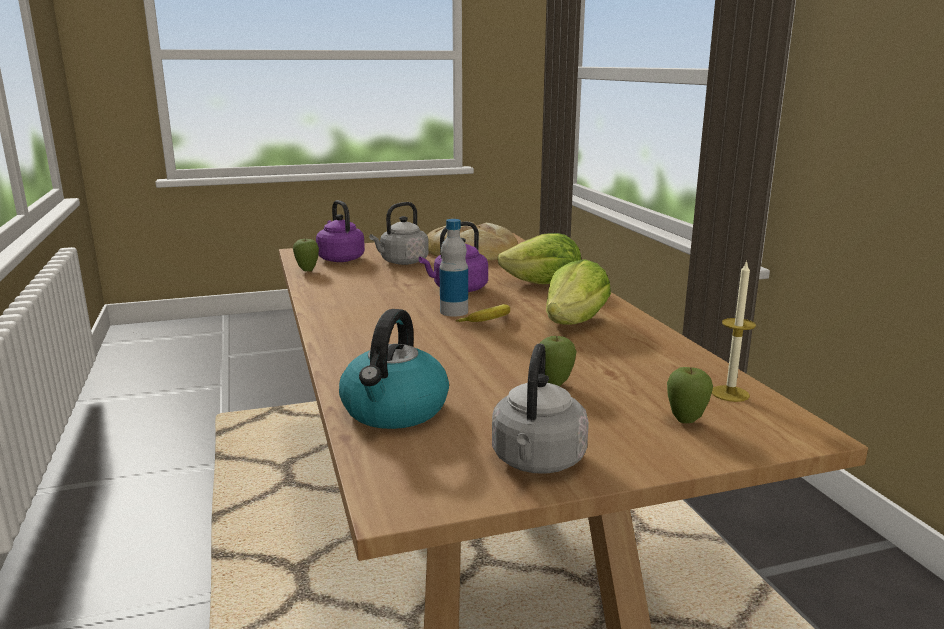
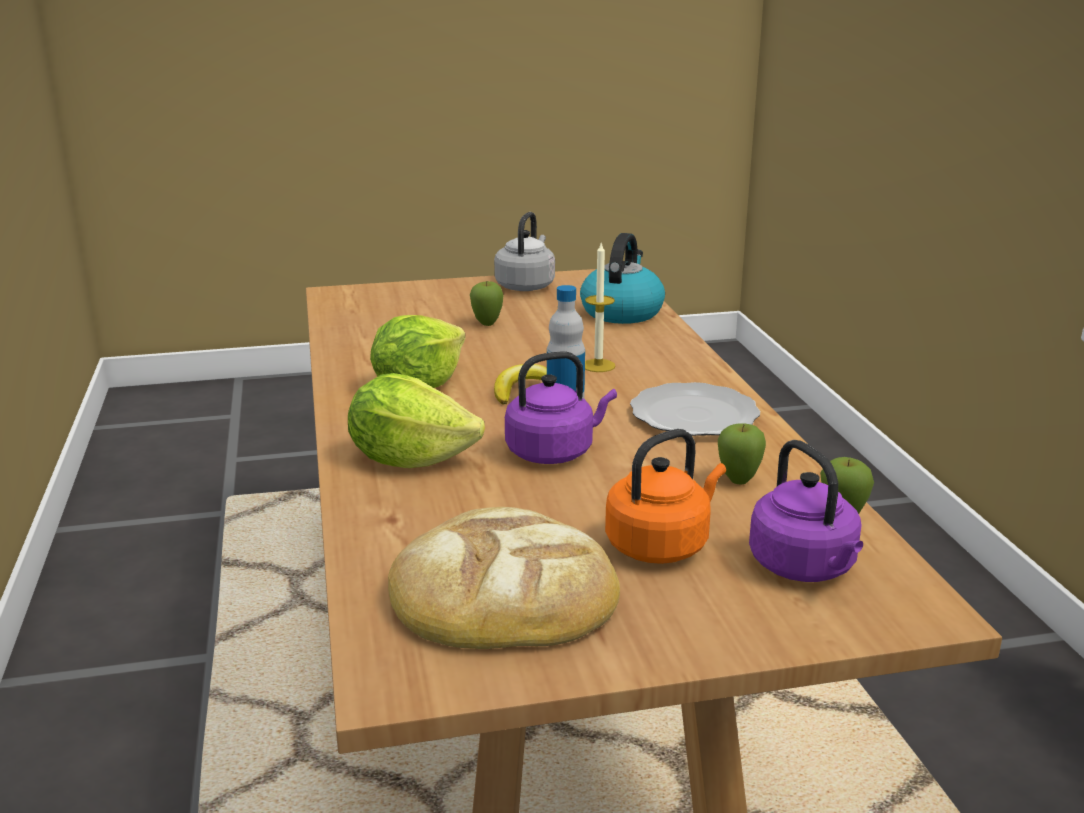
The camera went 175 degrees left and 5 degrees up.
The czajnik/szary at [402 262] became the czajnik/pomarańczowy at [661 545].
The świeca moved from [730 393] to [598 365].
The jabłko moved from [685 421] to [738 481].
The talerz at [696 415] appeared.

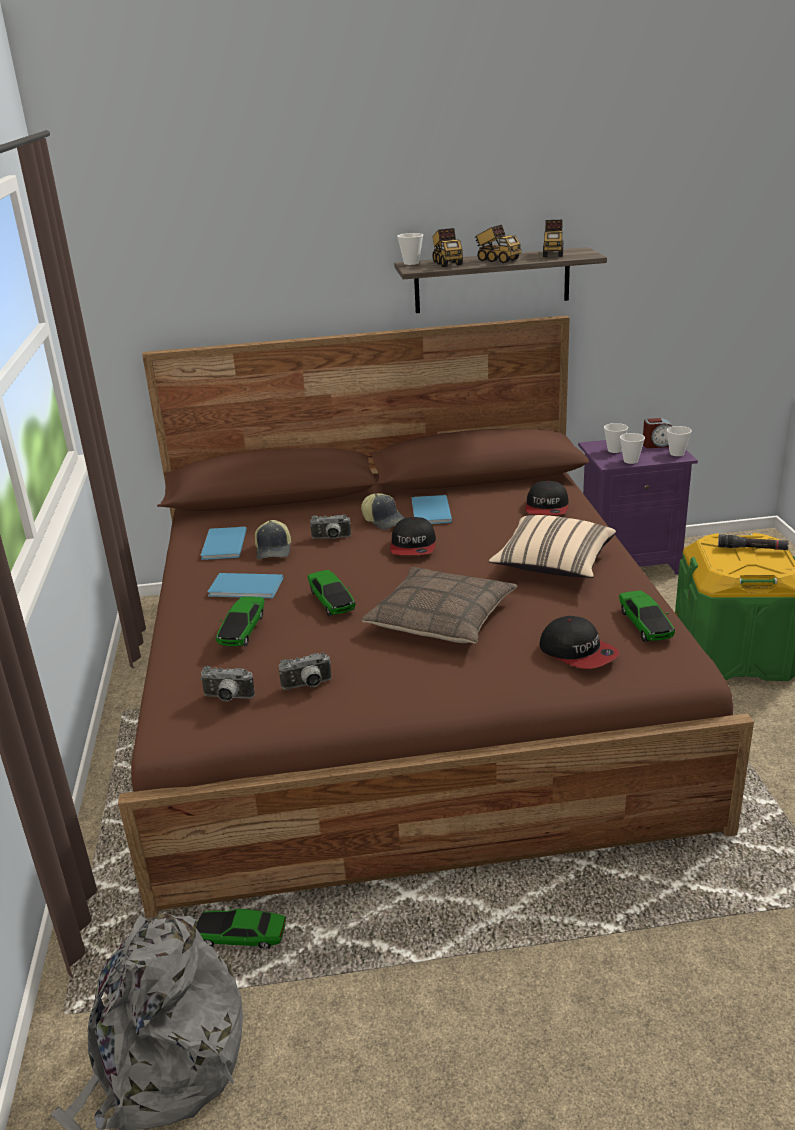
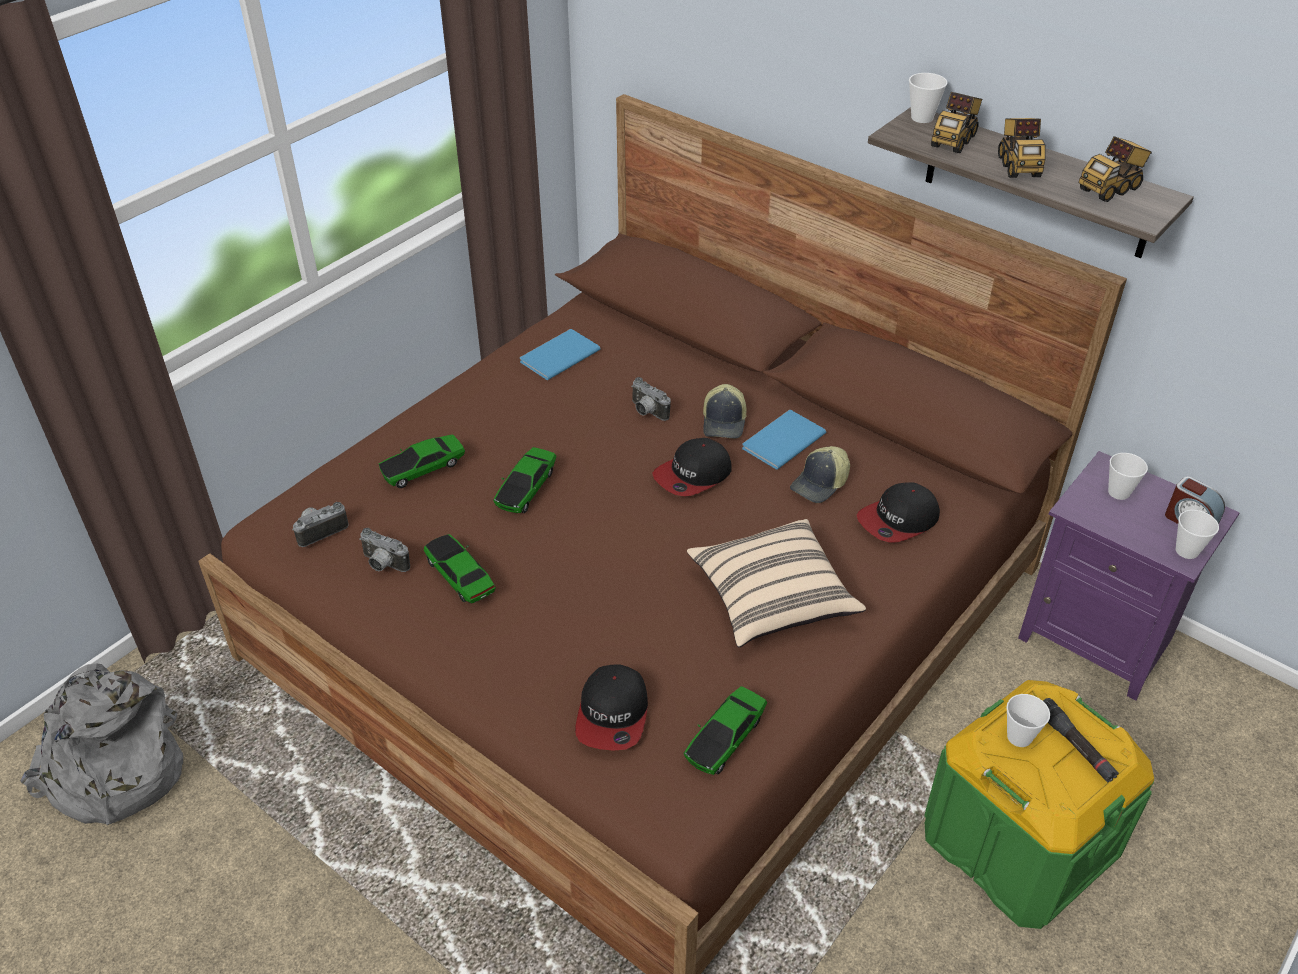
The camera went 45 degrees right and 15 degrees up.
The filiżanka moved from [630 461] to [1019 737].
The czapka z daszkiem moved from [274 550] to [821 484].
The poduszka at [441 618] disappeared.
The książka/niebieski at [247 588] disappeared.
The aparat fotograficzny at [227 698] turned 90 degrees clockwise.
The samochodzik moved from [242 936] to [460 577].

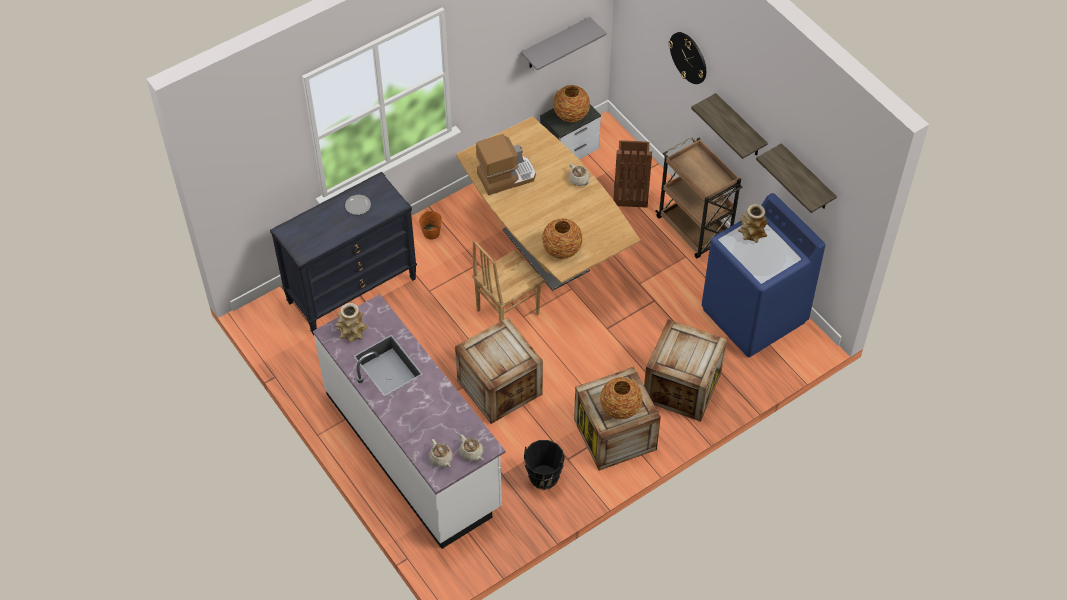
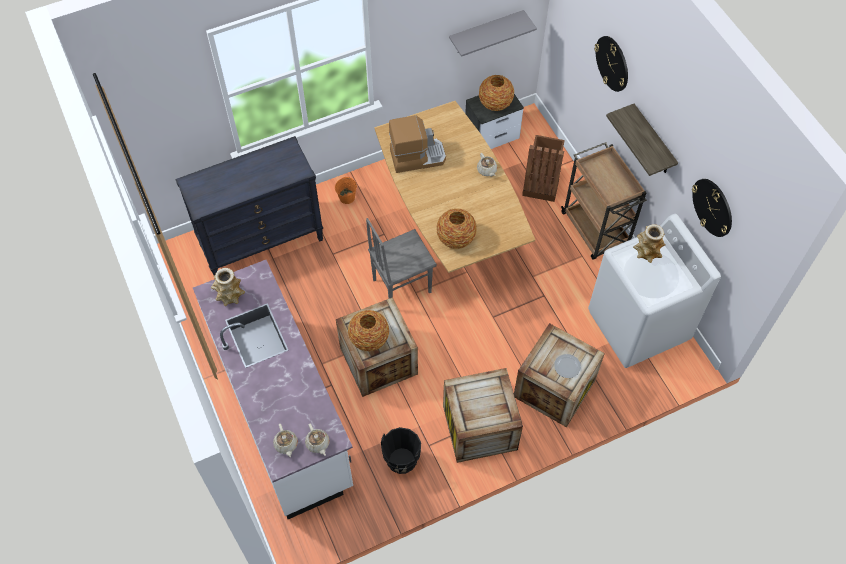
The camera went 10 degrees right and 5 degrees up.
The półka at [806 179] was replaced by the zegar ścienny at [712 207].
The pralka/niebieski at [754 316] became the pralka/biały at [638 326].
The talerz moved from [357 205] to [567 366].
The krzesło/brązowy at [507 312] became the krzesło/szary at [401 285].
The wazon moved from [620 408] to [369 339].

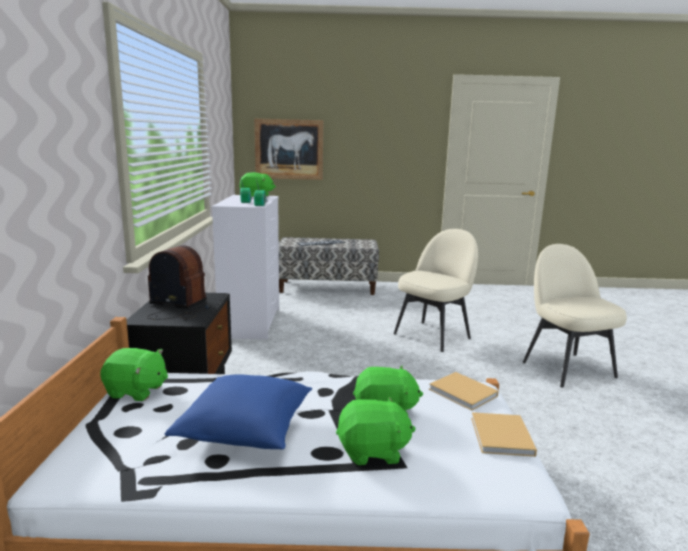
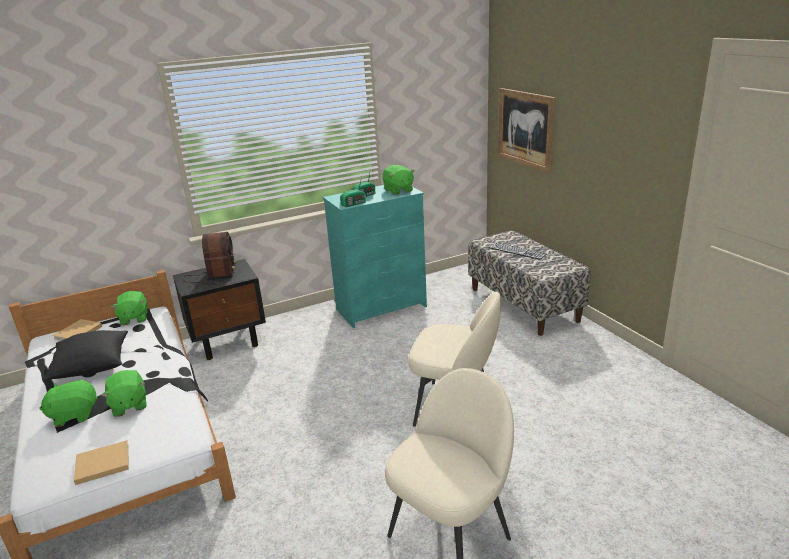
The camera went 65 degrees right and 10 degrees up.
The komoda/biały at [251 322] became the komoda/turkusowy at [382 307].
The książka/beżowy moved from [464 393] to [77 333].
The poduszka/niebieski at [246 431] became the poduszka/czarny at [92 366].
The pluszak/zielony at [373 451] turned 105 degrees clockwise.

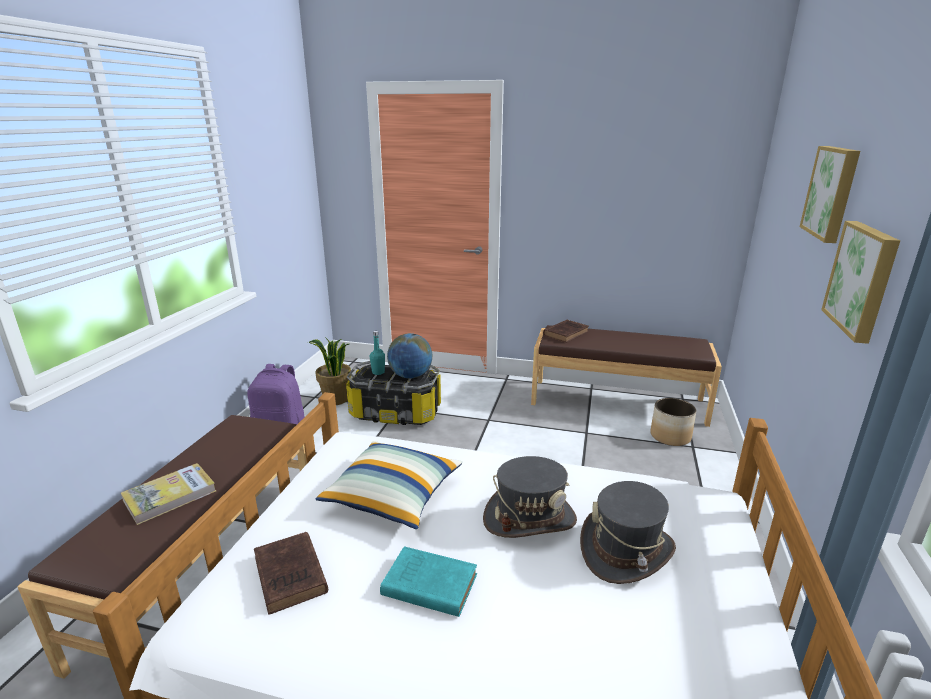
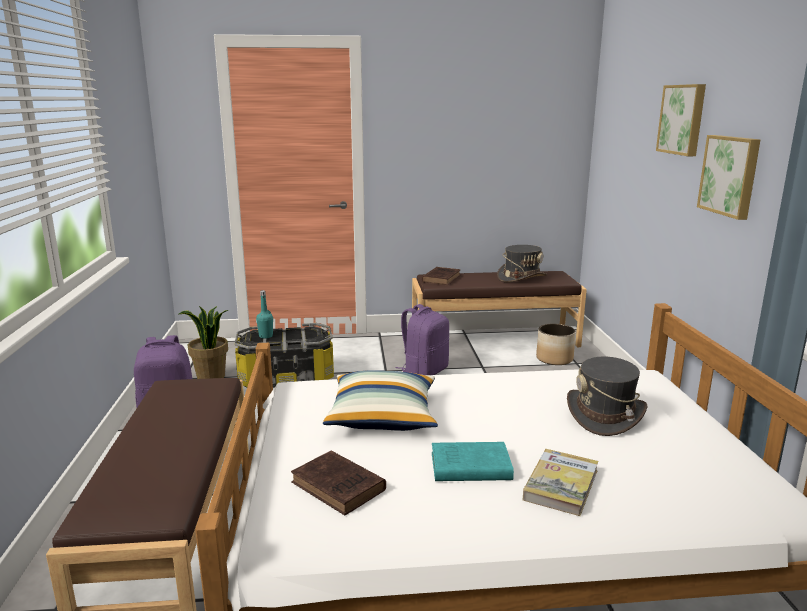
The camera went 20 degrees left and 5 degrees down.
The globus at [410 376] disappeared.
The kapelusz/szary moved from [529 518] to [521 278].
The książka moved from [170 496] to [561 485].
The plecak/fioletowy at [424 372] appeared.

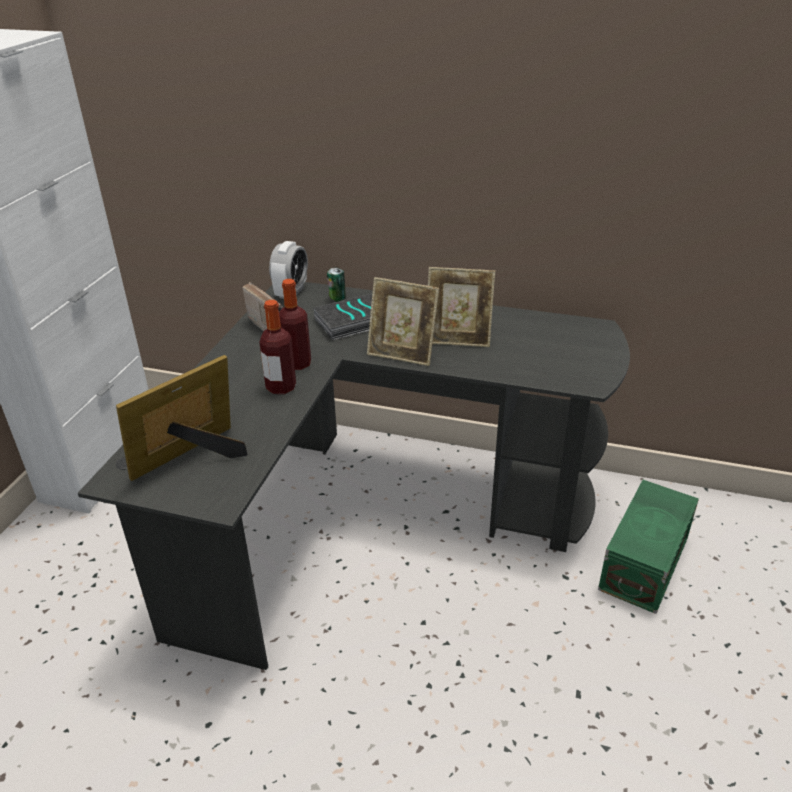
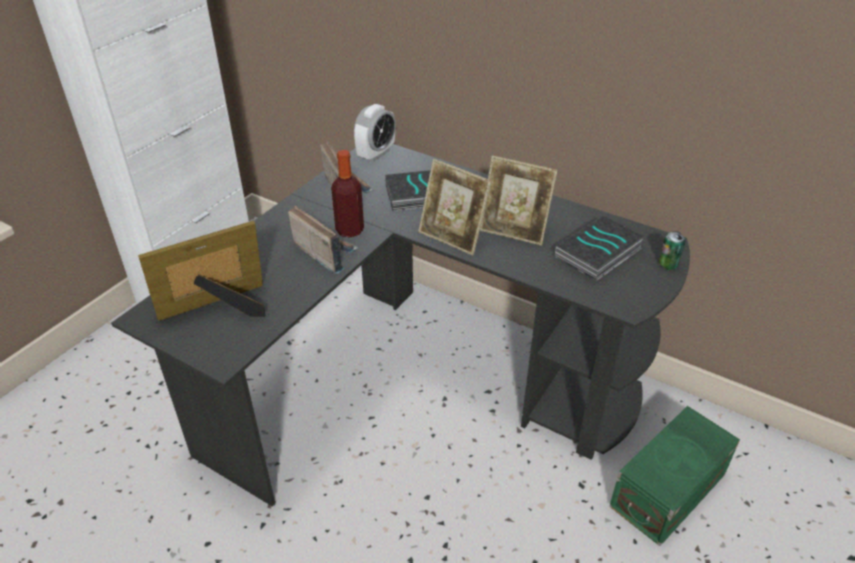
The camera went 15 degrees right and 5 degrees up.
The puszka moved from [337 298] to [667 265].
The butelka at [281 387] was replaced by the radio at [325 252].
The książka at [599 254] appeared.

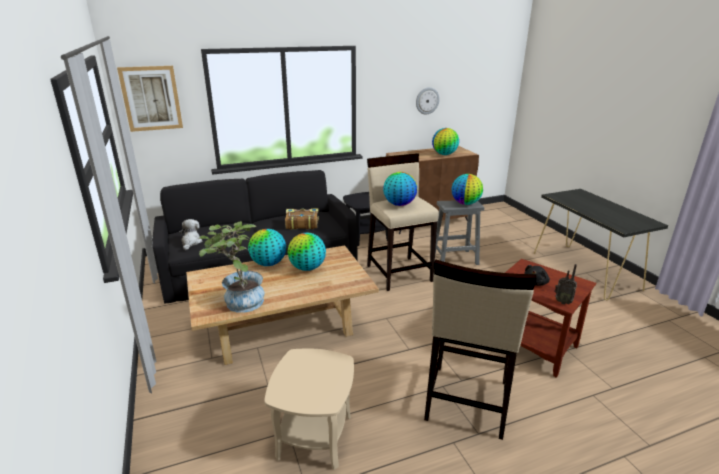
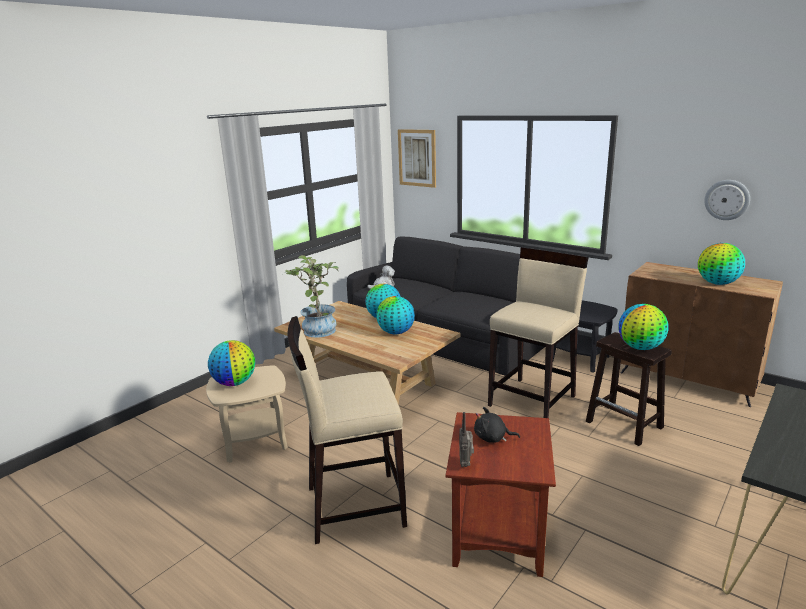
The camera went 60 degrees right and 5 degrees down.
The globus moved from [399 204] to [235 383].
The stołek/szary at [455 258] became the stołek/brązowy at [625 425].
The książka at [301 224] disappeared.

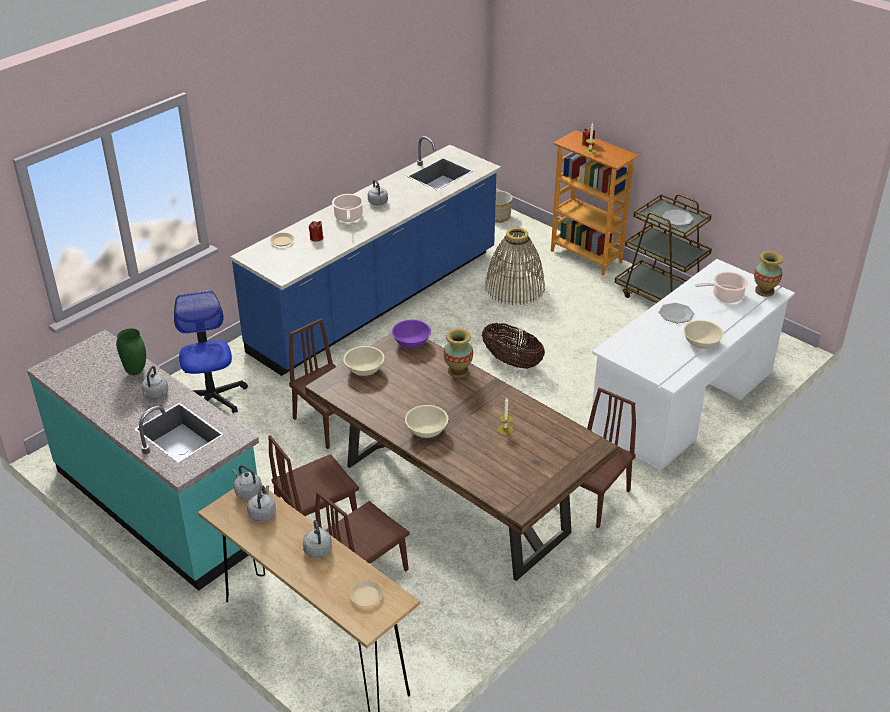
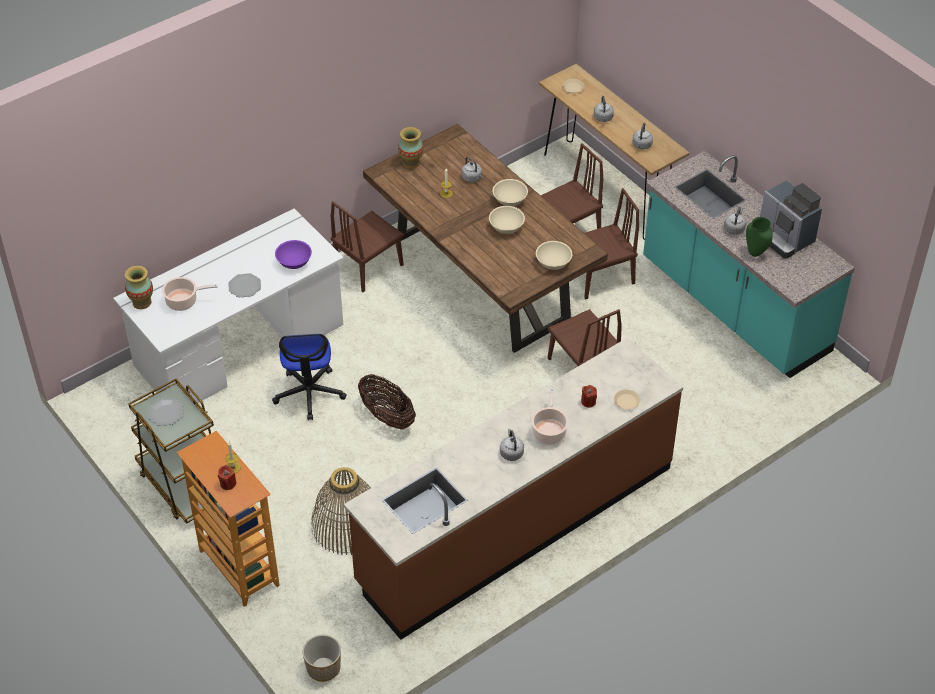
The camera went 170 degrees left and 10 degrees up.
The zabudowa kuchenna/niebieski at [377 302] became the zabudowa kuchenna/brązowy at [515 524].
The krzesło biurowe moved from [211 399] to [309 393].
The miska/fioletowy moved from [411 342] to [294 262].
The miska/beżowy moved from [701 343] to [506 227].
The wazon moved from [458 371] to [411 162].
The czajnik/szary moved from [247 492] to [472 178].
The ekspres do kawy at [785 237] appeared.

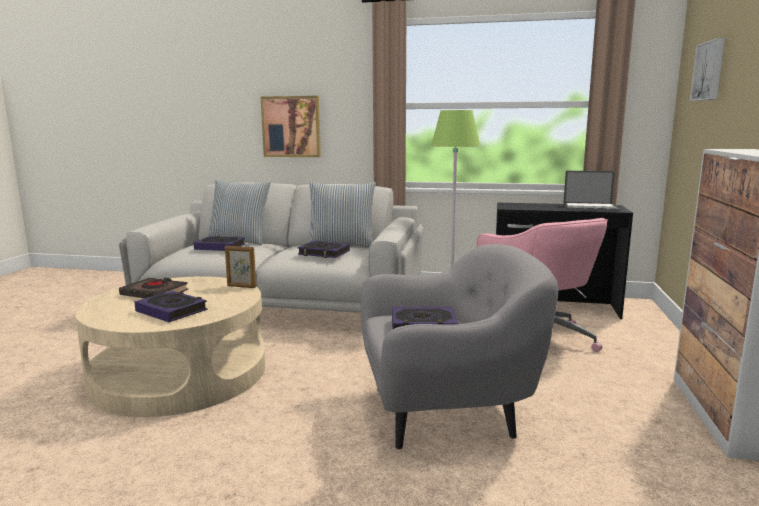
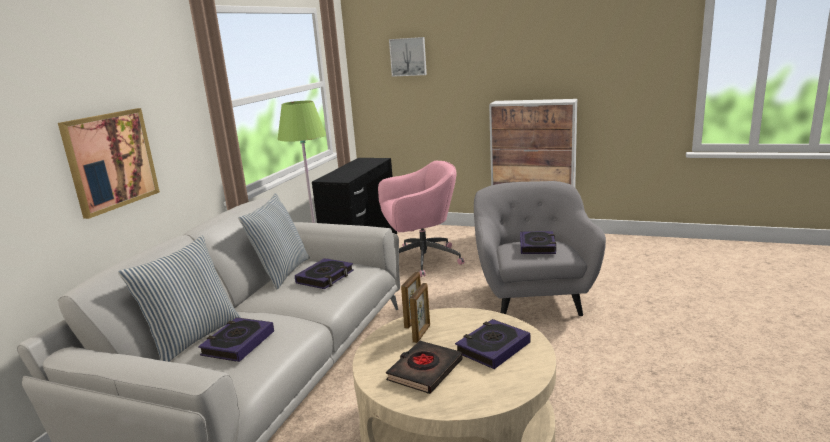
The camera went 80 degrees left and 5 degrees up.
The laptop at [590 207] disappeared.
The ramka na zdjęcie at [422 333] appeared.

